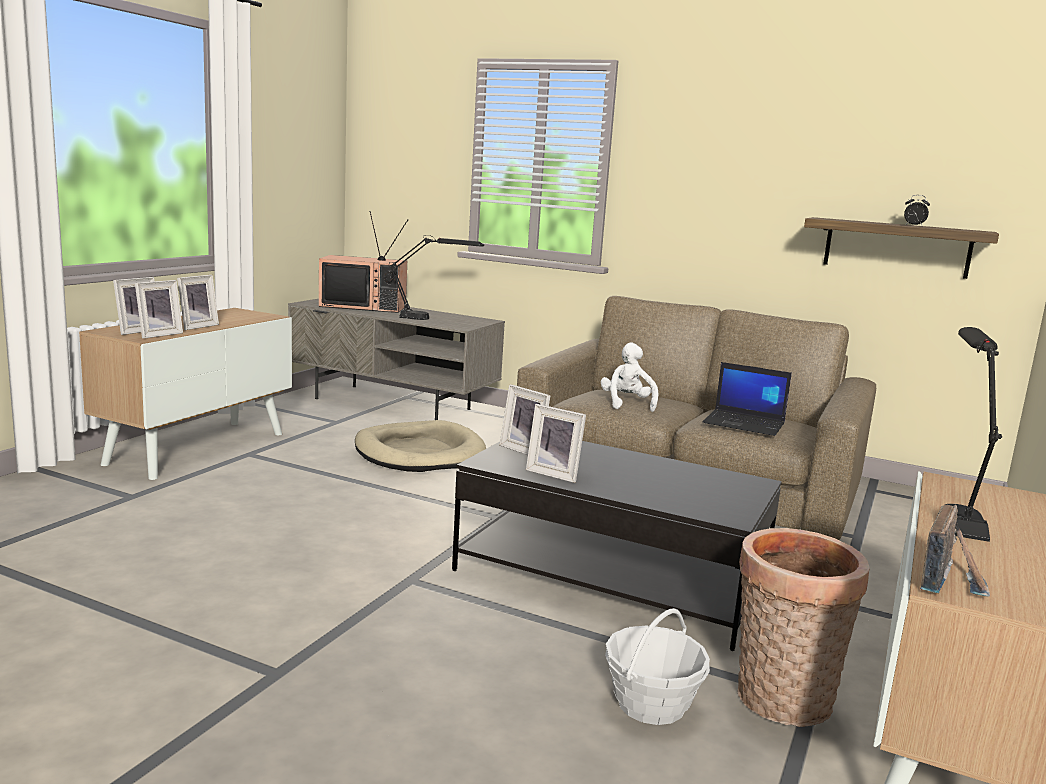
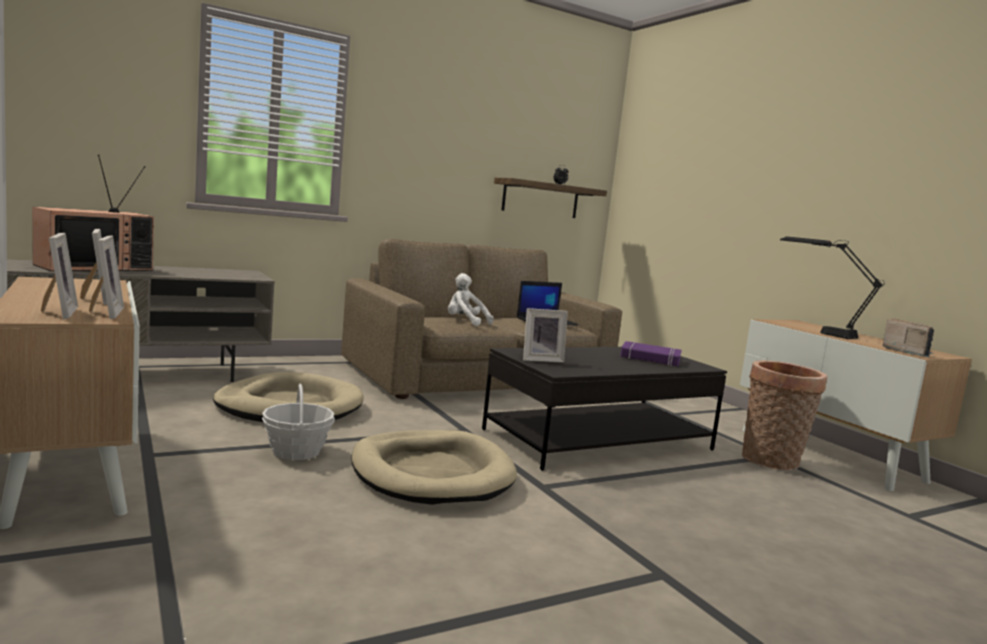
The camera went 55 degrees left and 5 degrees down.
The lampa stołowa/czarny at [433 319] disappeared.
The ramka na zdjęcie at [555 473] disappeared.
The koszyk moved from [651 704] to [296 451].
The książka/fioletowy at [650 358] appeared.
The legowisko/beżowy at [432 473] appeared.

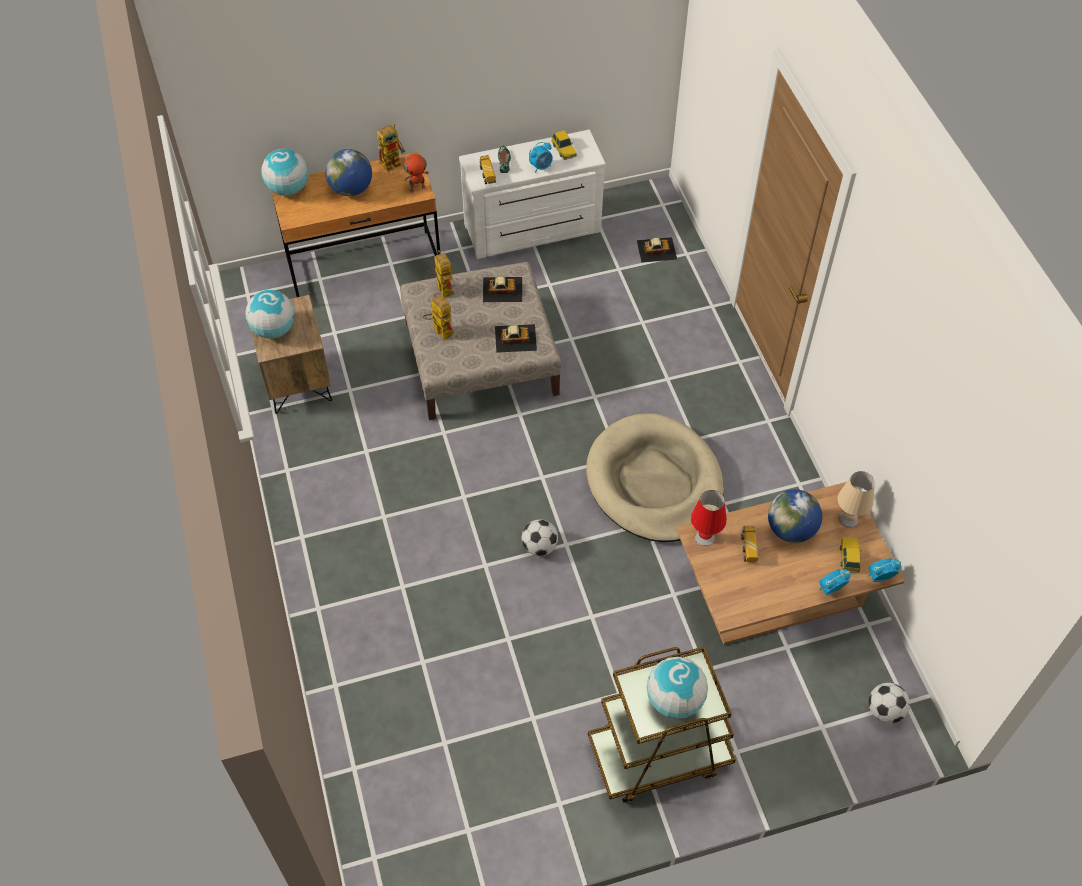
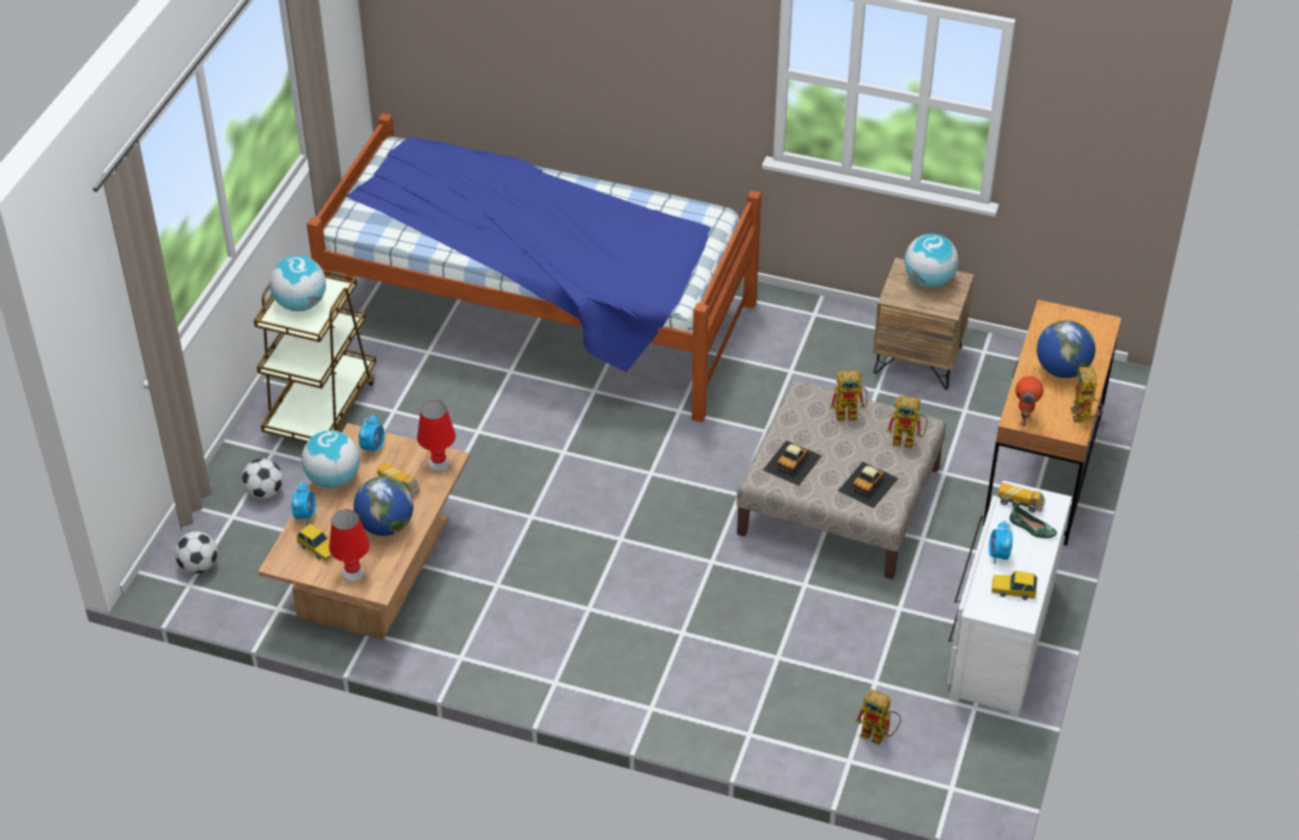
The camera went 125 degrees right and 10 degrees down.
The globus moved from [288 189] to [333 479].
The samochodzik at [656 249] was replaced by the robot zabawkowy at [879 735].
The legowisko/beżowy at [654 482] disappeared.
The lampa stołowa/beżowy at [848 519] became the lampa stołowa/czerwony at [353 573].
The piłka futbolowa moved from [539 547] to [264 492].
The budzik moved from [879 577] to [373 447].
The łóżko at [540 319] appeared.

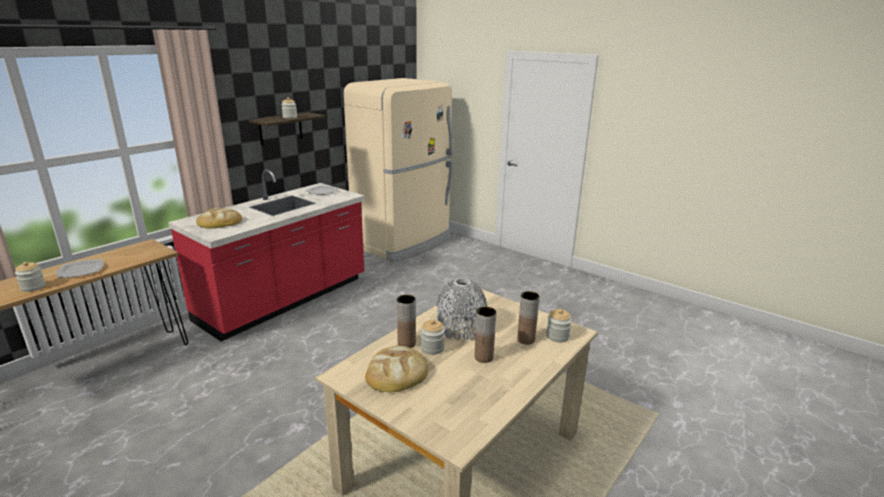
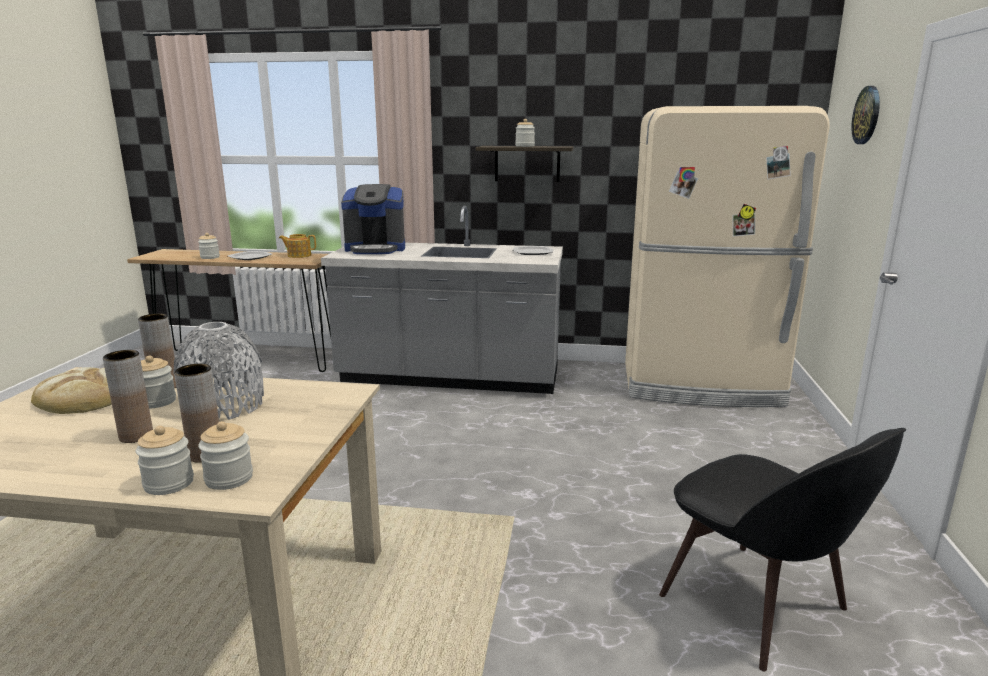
The camera went 60 degrees right and 5 degrees down.
The zabudowa kuchenna/czerwony at [285 300] became the zabudowa kuchenna/szary at [449 377].
The chleb at [219 222] was replaced by the ekspres do kawy at [376 249].
The zegar ścienny at [867 115] appeared.
The imbryk at [299 255] appeared.
The słoik at [169 483] appeared.
The krzesło/czarny at [759 606] appeared.

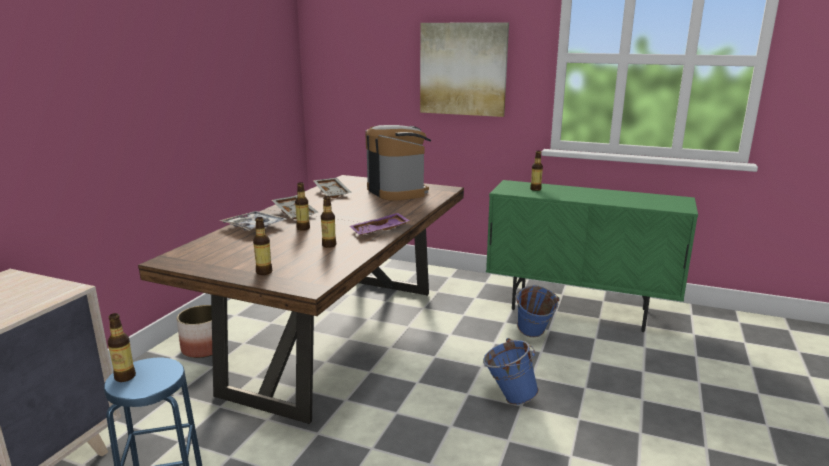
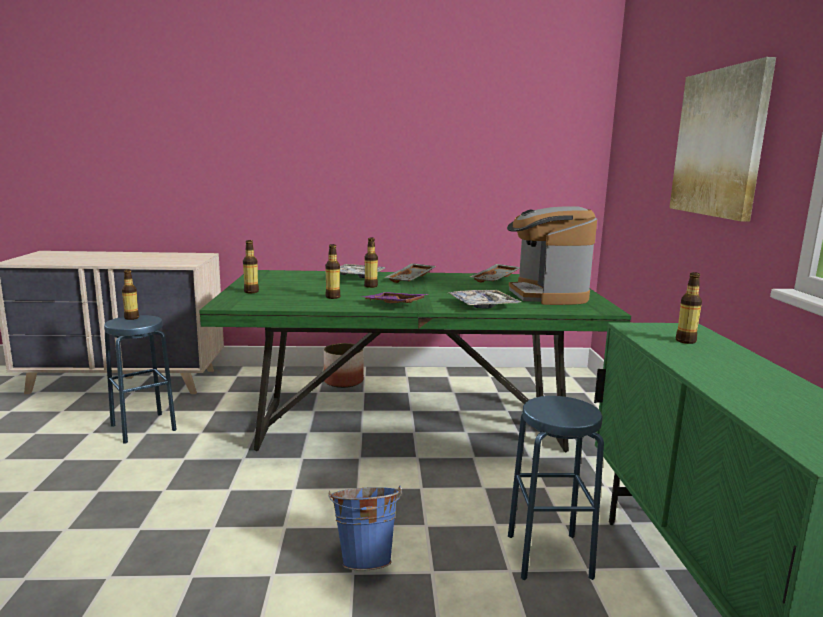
The camera went 65 degrees right and 5 degrees down.
The ekspres do kawy at [397 191] turned 135 degrees clockwise.
The stół jadalny/brązowy at [338 338] became the stół jadalny/zielony at [409 427].
The wiadro/niebieski at [533 336] was replaced by the stołek/niebieski at [548 556].
The taca at [483 305] appeared.

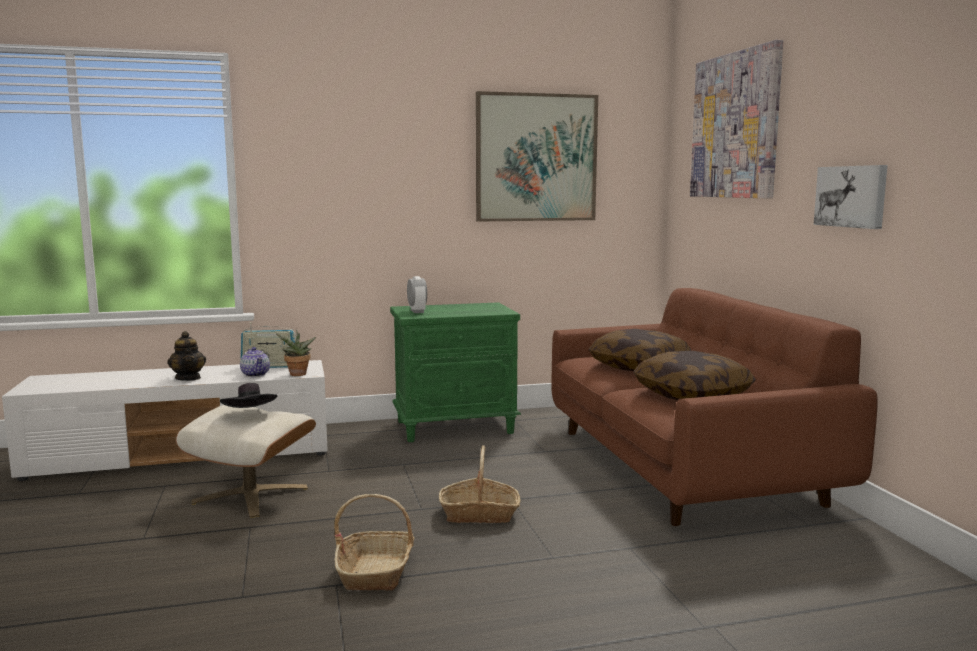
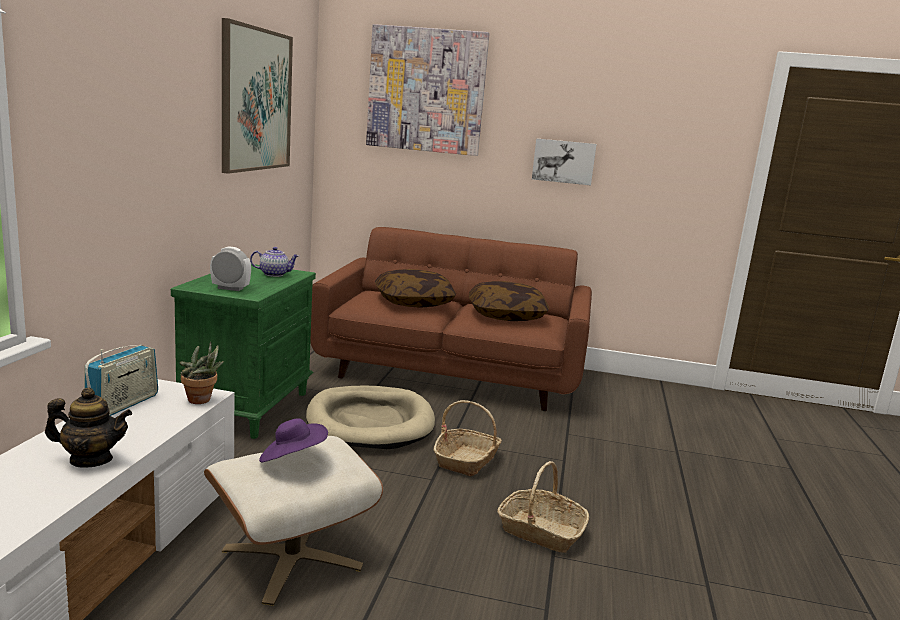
The camera went 65 degrees left and 5 degrees up.
The imbryk moved from [256 374] to [274 274].
The kapelusz/czarny at [250 413] became the kapelusz/fioletowy at [292 459].
The legowisko/beżowy at [370 422] appeared.

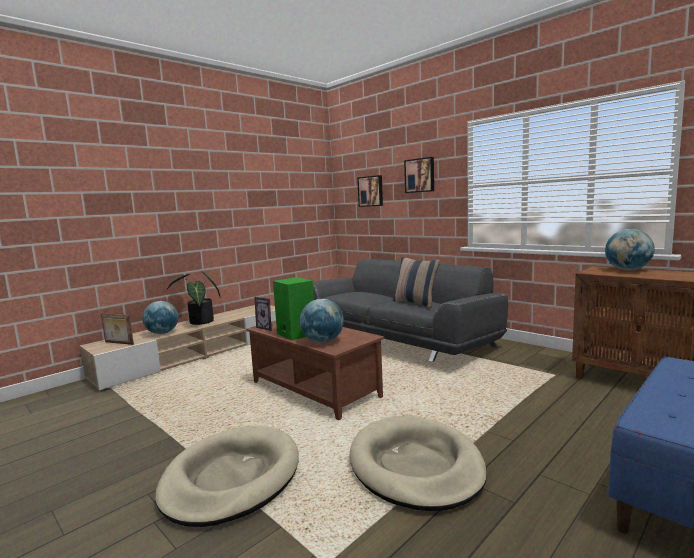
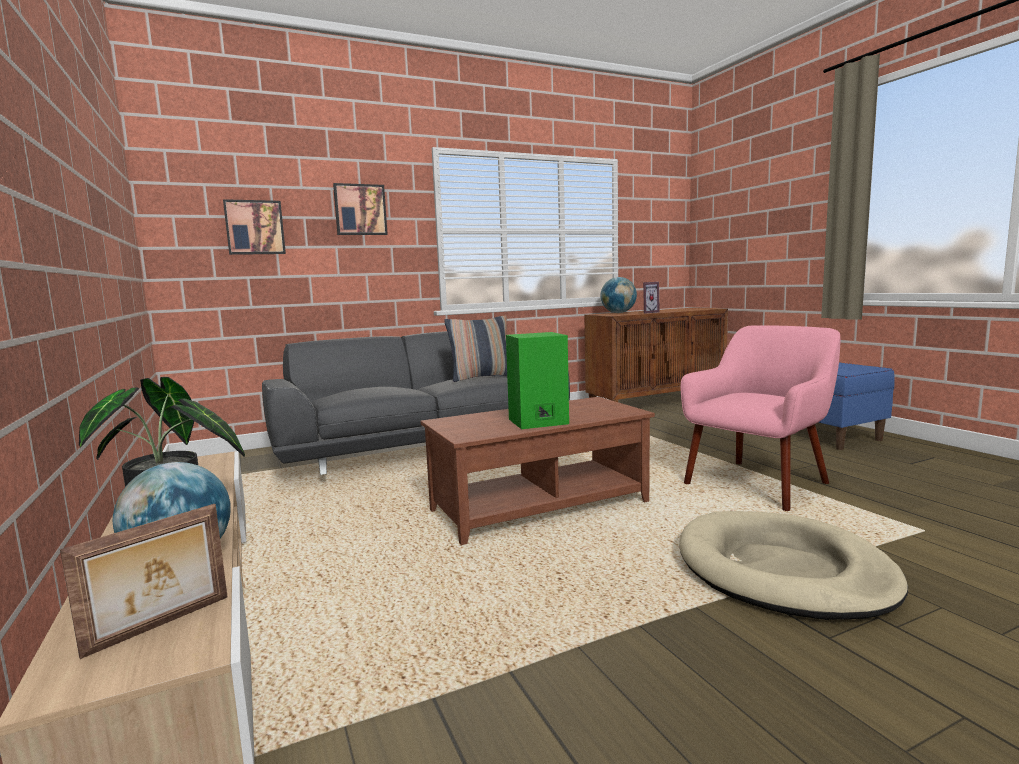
The camera went 70 degrees left and 0 degrees up.
The ramka na zdjęcie moved from [268 327] to [647 312].
The globus at [323 341] disappeared.
The legowisko/beżowy at [415 466] was replaced by the fotel/różowy at [759 483].

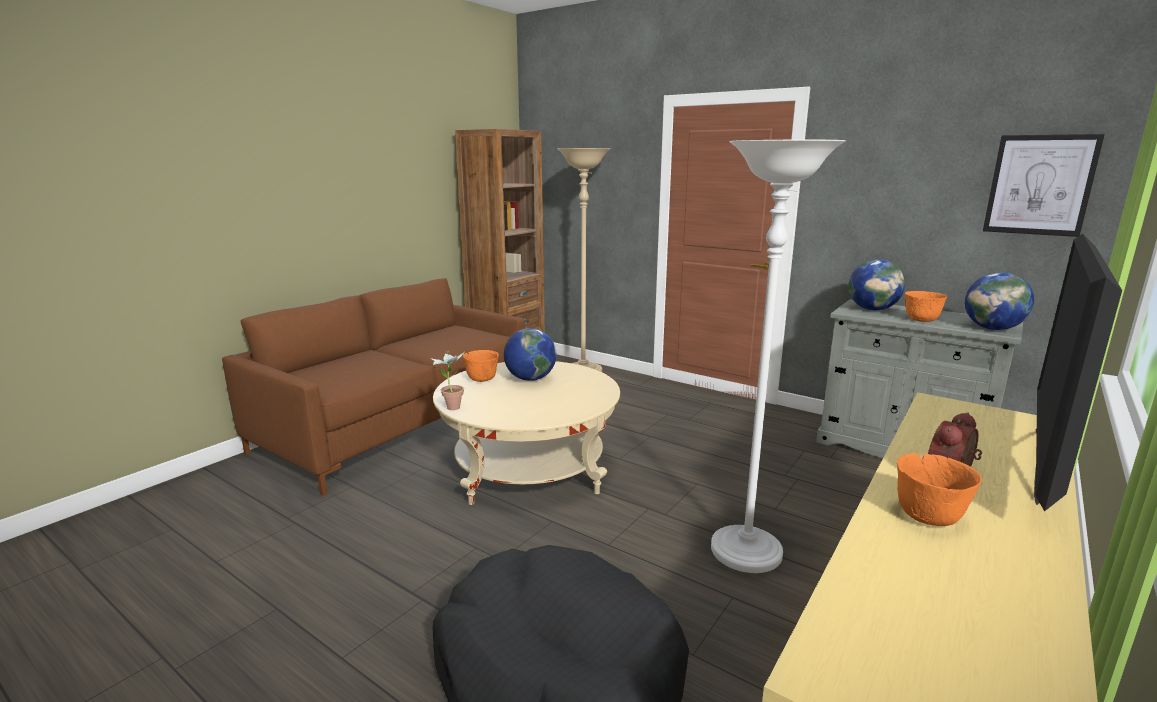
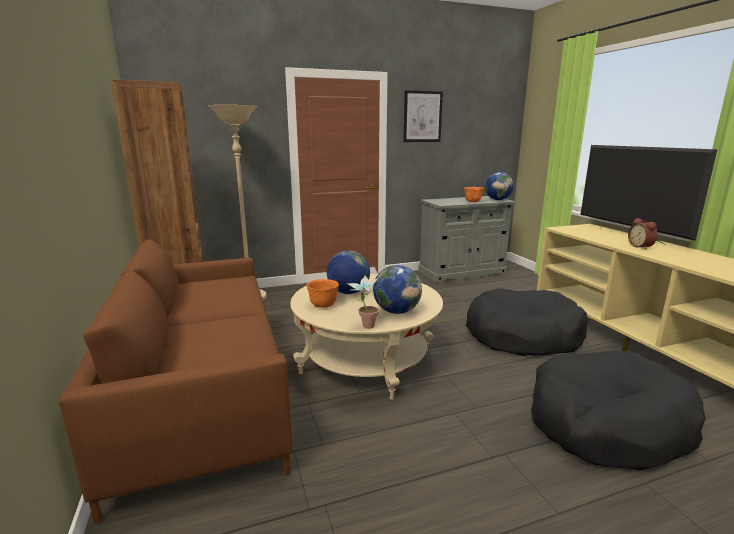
The camera went 55 degrees left and 0 degrees up.
The obraz moved from [1039 185] to [422 116].
The lampa stojąca/biały at [746 553] was replaced by the legowisko/czarny at [522 335].
The globus moved from [872 309] to [396 311].
The miska/pomarańczowy at [928 516] disappeared.

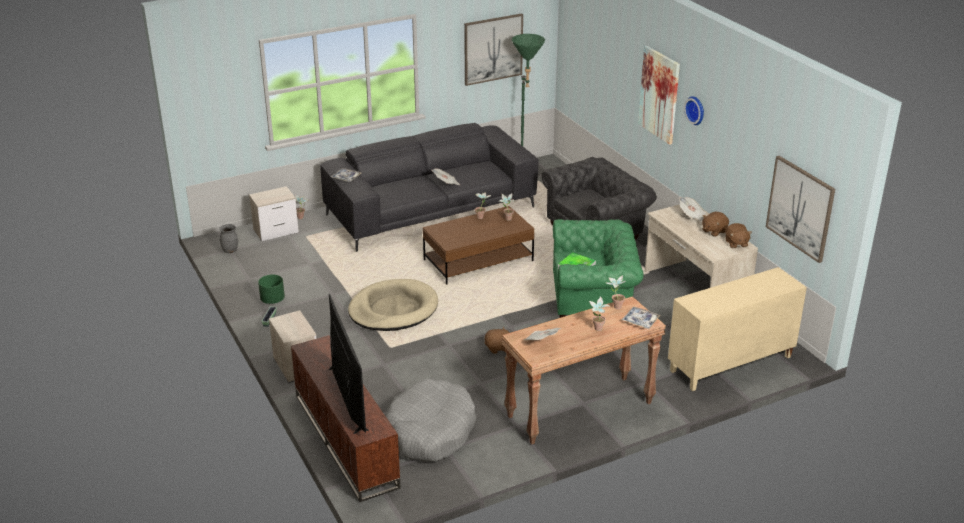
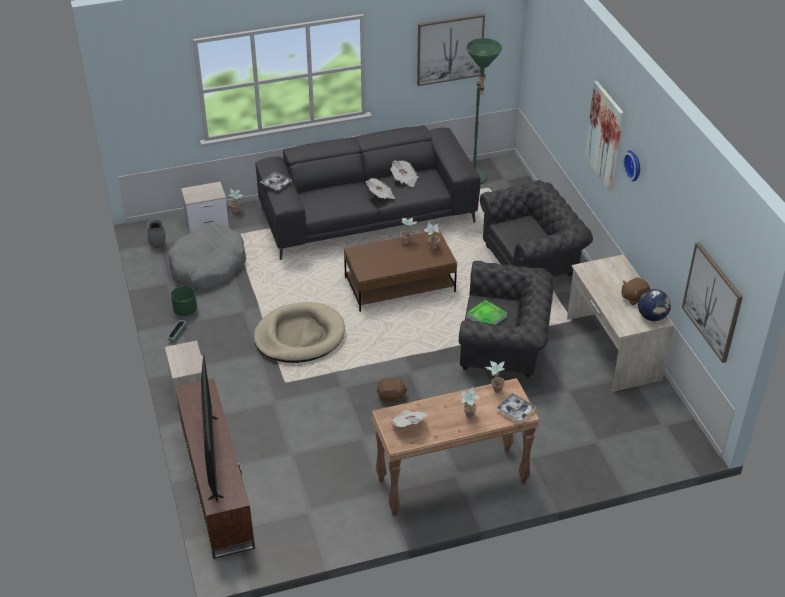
The camera went 10 degrees right and 10 degrees up.
The gazeta moved from [692 216] to [404 179].
The fotel/zielony at [594 299] became the fotel/szary at [504 347].
The pluszak/brązowy at [736 243] was replaced by the globus at [652 317].
The szafka/beżowy at [730 364] disappeared.
The legowisko/szary moved from [430 432] to [207 266].

